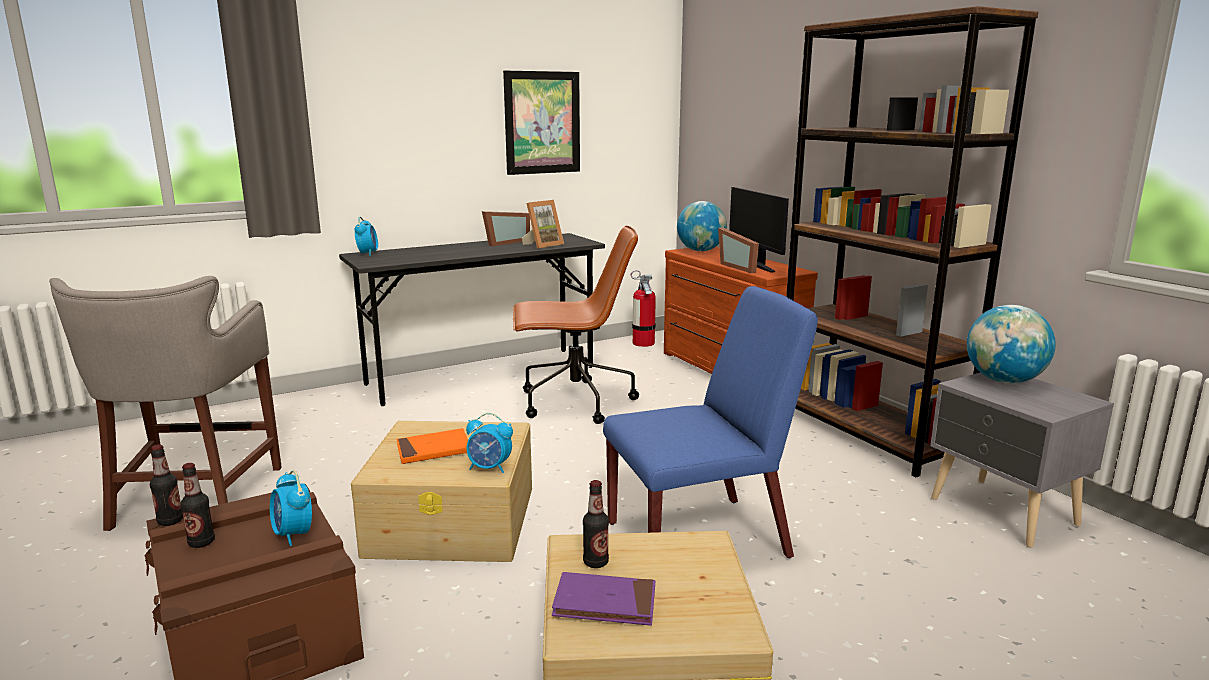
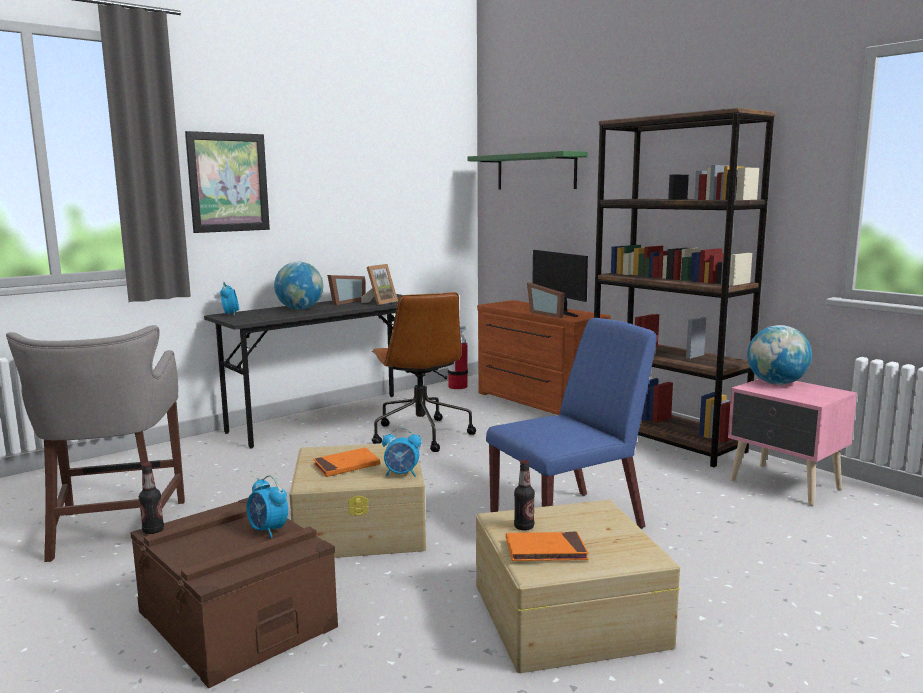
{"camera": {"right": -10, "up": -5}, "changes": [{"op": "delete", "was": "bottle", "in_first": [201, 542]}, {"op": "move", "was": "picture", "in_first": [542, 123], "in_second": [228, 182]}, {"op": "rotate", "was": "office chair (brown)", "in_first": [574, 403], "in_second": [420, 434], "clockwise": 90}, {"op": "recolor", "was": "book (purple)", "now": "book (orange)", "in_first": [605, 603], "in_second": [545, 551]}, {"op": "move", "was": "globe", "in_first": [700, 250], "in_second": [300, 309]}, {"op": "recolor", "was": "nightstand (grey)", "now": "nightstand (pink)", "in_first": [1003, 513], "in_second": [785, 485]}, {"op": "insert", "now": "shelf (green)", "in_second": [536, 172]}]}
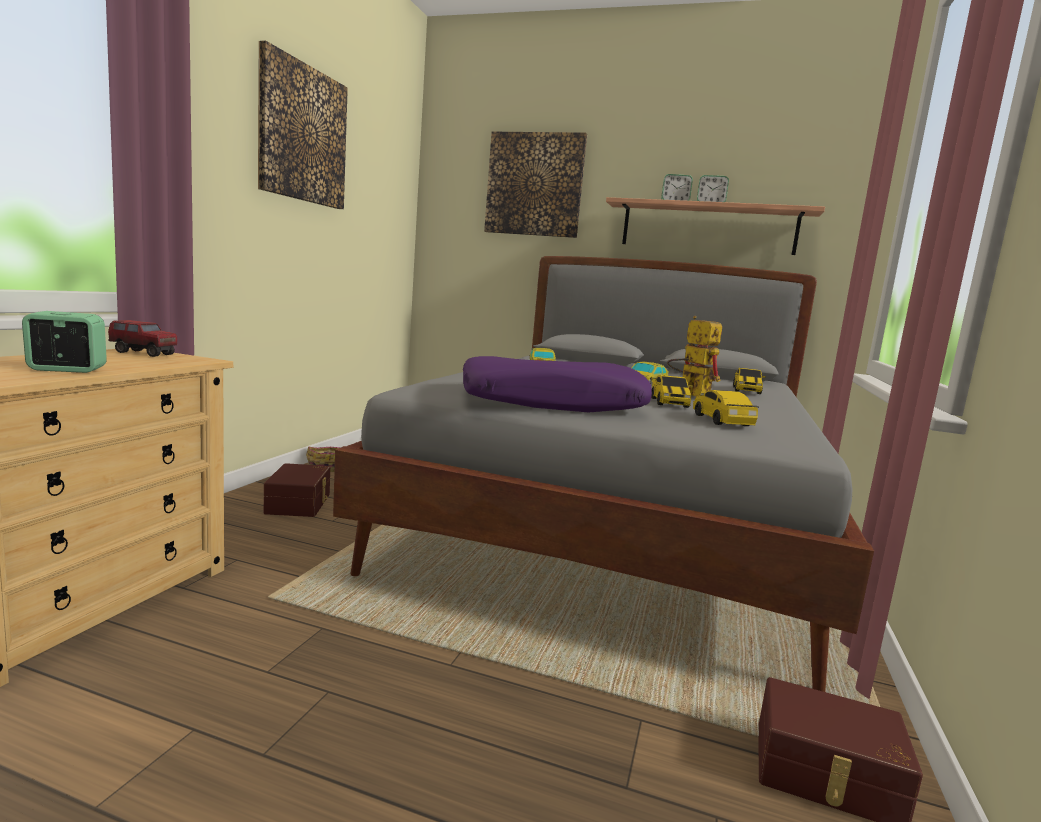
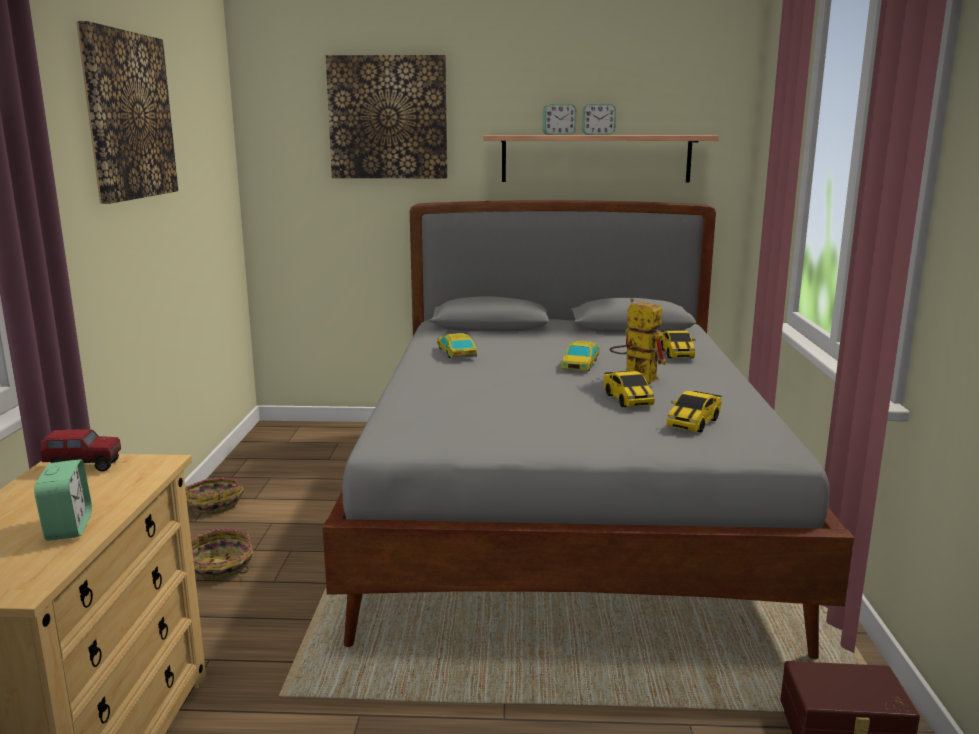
{"camera": {"right": -15, "up": 5}, "changes": [{"op": "rotate", "was": "alarm clock", "in_first": [67, 370], "in_second": [68, 527], "clockwise": 105}, {"op": "replace", "was": "storage box (brown)", "now": "basket", "in_first": [300, 503], "in_second": [220, 567]}, {"op": "delete", "was": "pillow (purple)", "in_first": [552, 403]}, {"op": "rotate", "was": "toy car", "in_first": [721, 421], "in_second": [693, 423], "clockwise": -120}]}
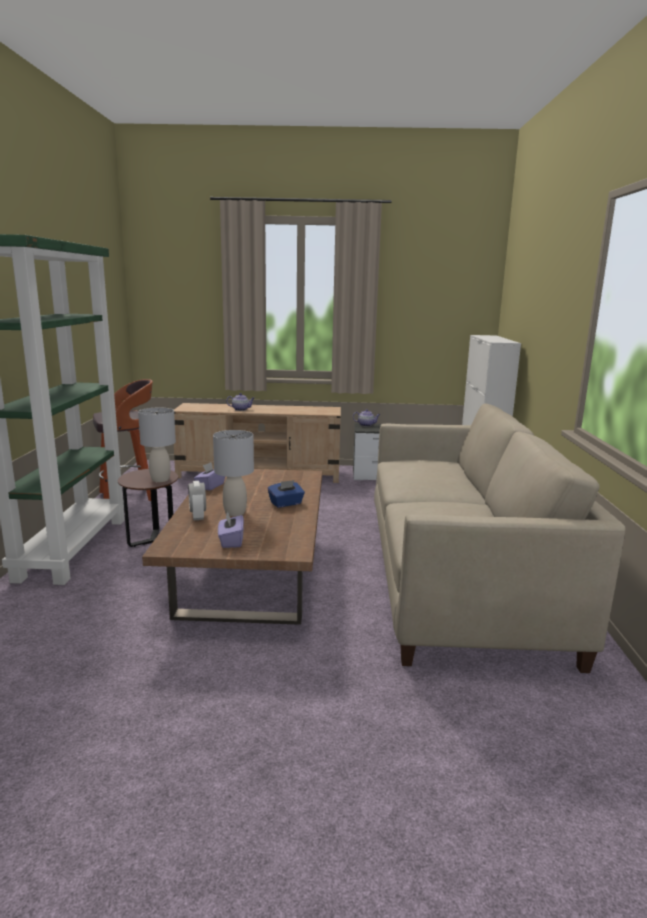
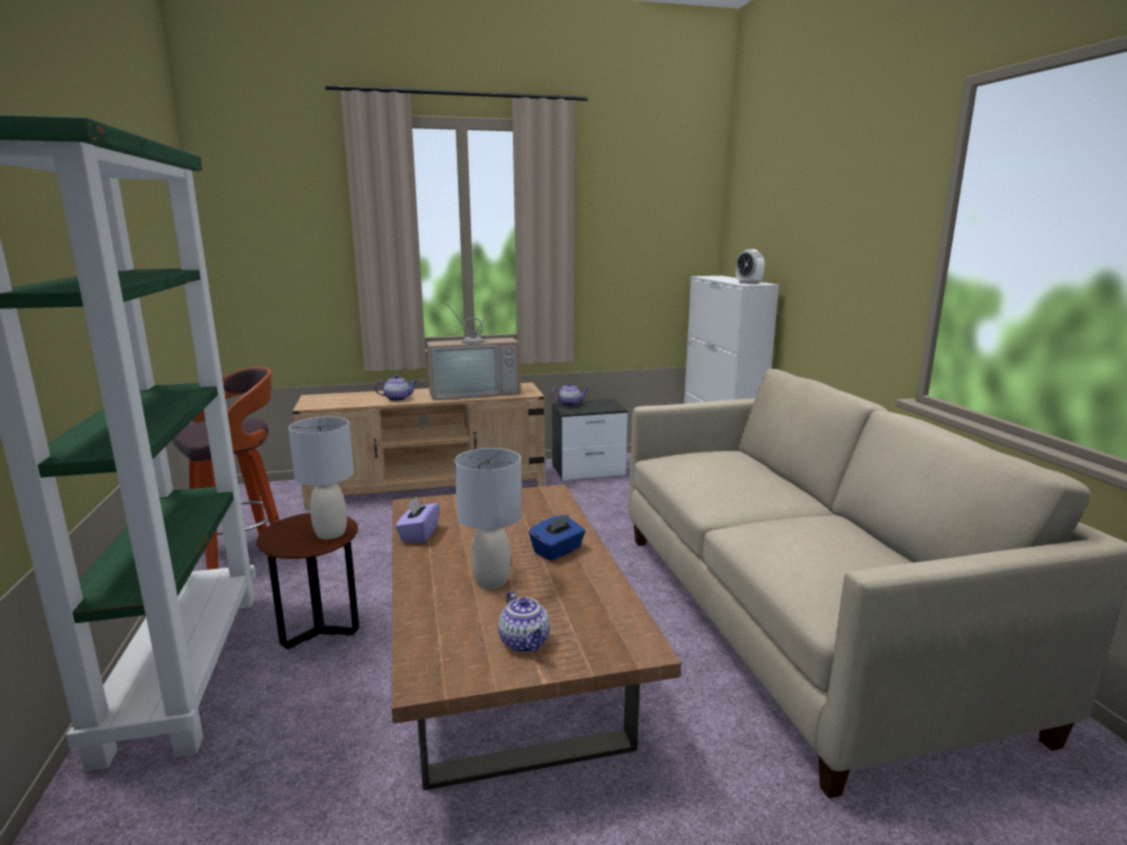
{"camera": {"right": -15, "up": 0}, "changes": [{"op": "move", "was": "alarm clock", "in_first": [198, 516], "in_second": [748, 283]}, {"op": "replace", "was": "tissue box (purple)", "now": "teapot", "in_first": [231, 541], "in_second": [525, 643]}, {"op": "insert", "now": "television", "in_second": [474, 392]}]}
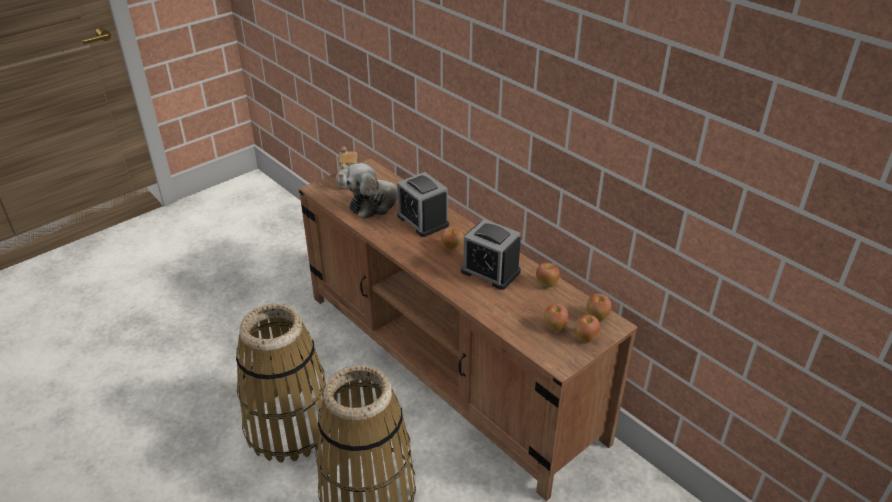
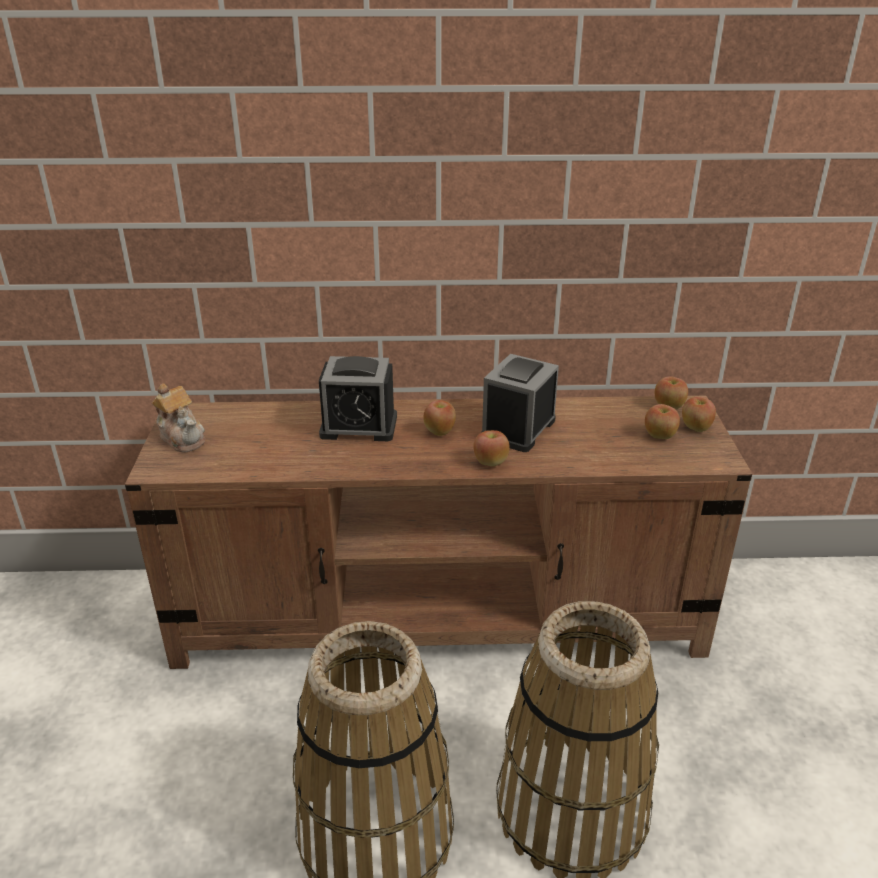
{"camera": {"right": -50, "up": -5}, "changes": [{"op": "delete", "was": "plush toy", "in_first": [376, 203]}, {"op": "rotate", "was": "alarm clock", "in_first": [490, 271], "in_second": [518, 429], "clockwise": 135}, {"op": "move", "was": "apple", "in_first": [546, 284], "in_second": [490, 462]}]}
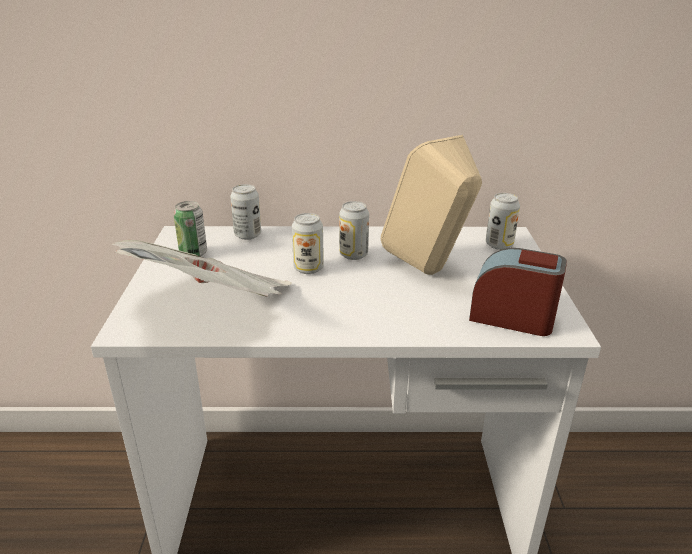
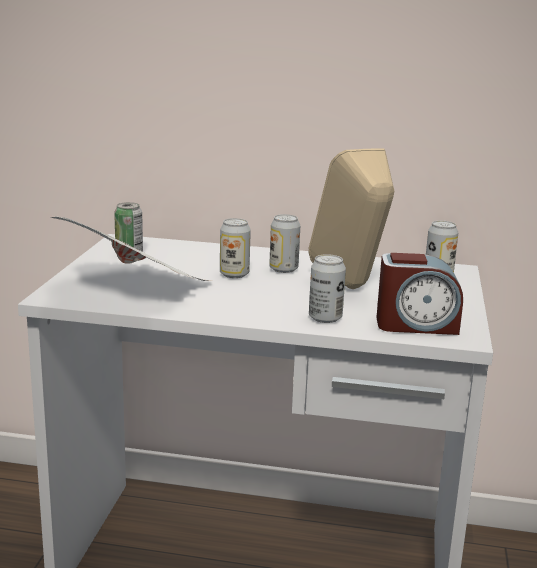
{"camera": {"right": 10, "up": -10}, "changes": [{"op": "move", "was": "can", "in_first": [247, 235], "in_second": [325, 318]}, {"op": "rotate", "was": "alarm clock", "in_first": [512, 317], "in_second": [416, 325], "clockwise": 150}]}
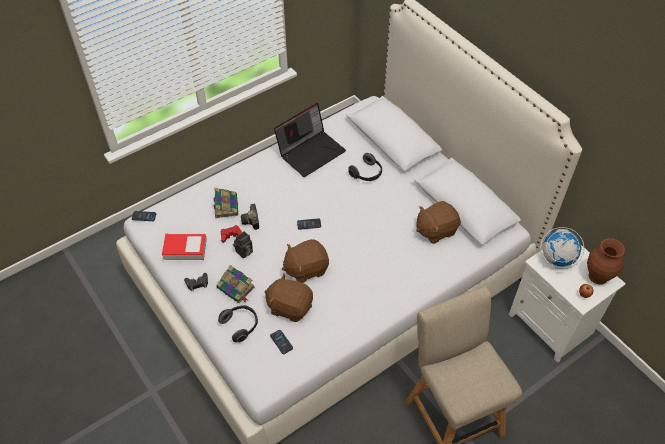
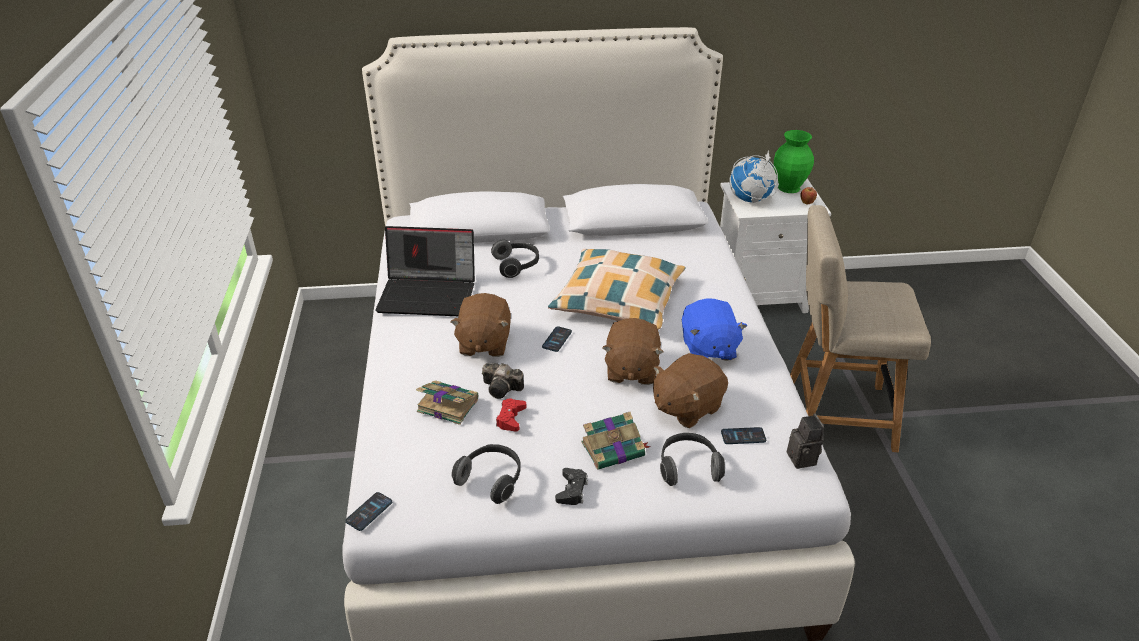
{"camera": {"right": -60, "up": -15}, "changes": [{"op": "replace", "was": "book", "now": "headphones", "in_first": [185, 249], "in_second": [491, 480]}, {"op": "move", "was": "photo camera", "in_first": [244, 252], "in_second": [804, 459]}, {"op": "rotate", "was": "laptop", "in_first": [311, 151], "in_second": [429, 294], "clockwise": 105}, {"op": "move", "was": "plush toy (brown)", "in_first": [435, 230], "in_second": [483, 343]}, {"op": "recolor", "was": "vase (brown)", "now": "vase (green)", "in_first": [598, 277], "in_second": [789, 187]}, {"op": "insert", "now": "pillow", "in_second": [618, 299]}, {"op": "insert", "now": "plush toy (blue)", "in_second": [708, 349]}]}
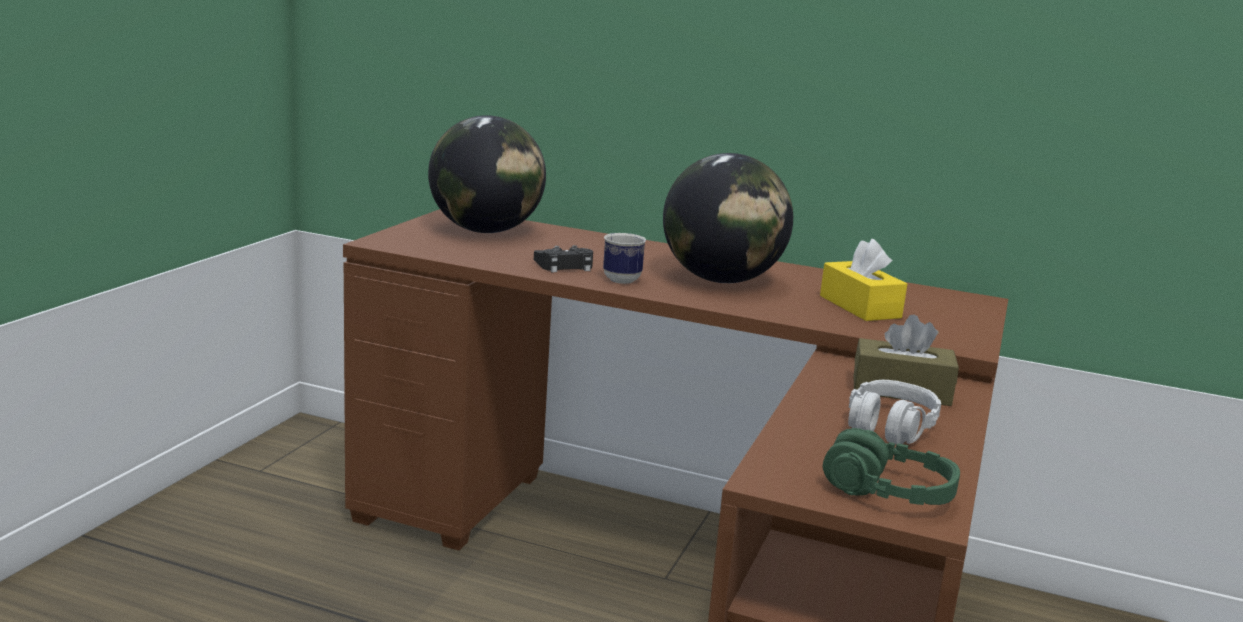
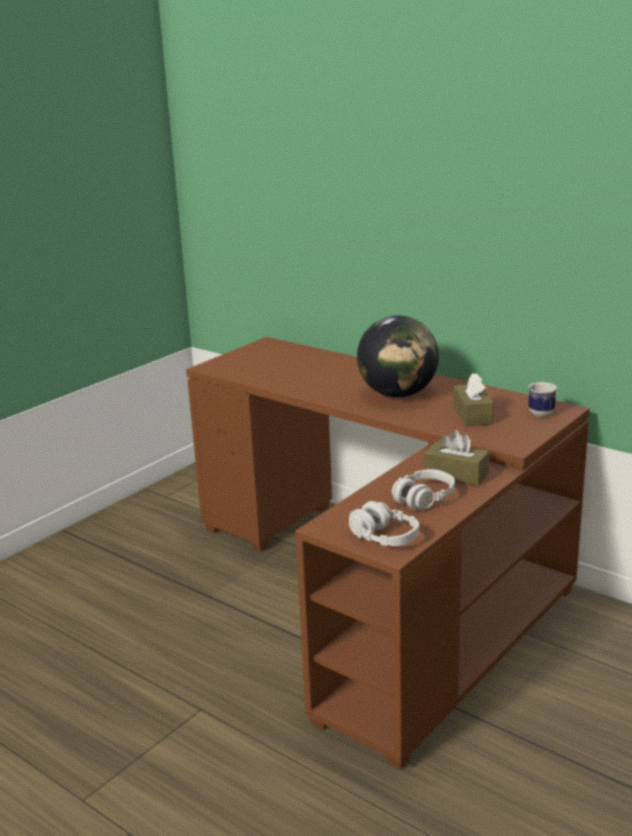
{"camera": {"right": 20, "up": 5}, "changes": [{"op": "delete", "was": "globe", "in_first": [485, 231]}, {"op": "delete", "was": "game controller (black)", "in_first": [565, 266]}, {"op": "move", "was": "mug", "in_first": [622, 278], "in_second": [541, 412]}, {"op": "recolor", "was": "tissue box (yellow)", "now": "tissue box (brown)", "in_first": [860, 307], "in_second": [472, 415]}, {"op": "recolor", "was": "headphones (green)", "now": "headphones (grey)", "in_first": [888, 492], "in_second": [384, 537]}]}
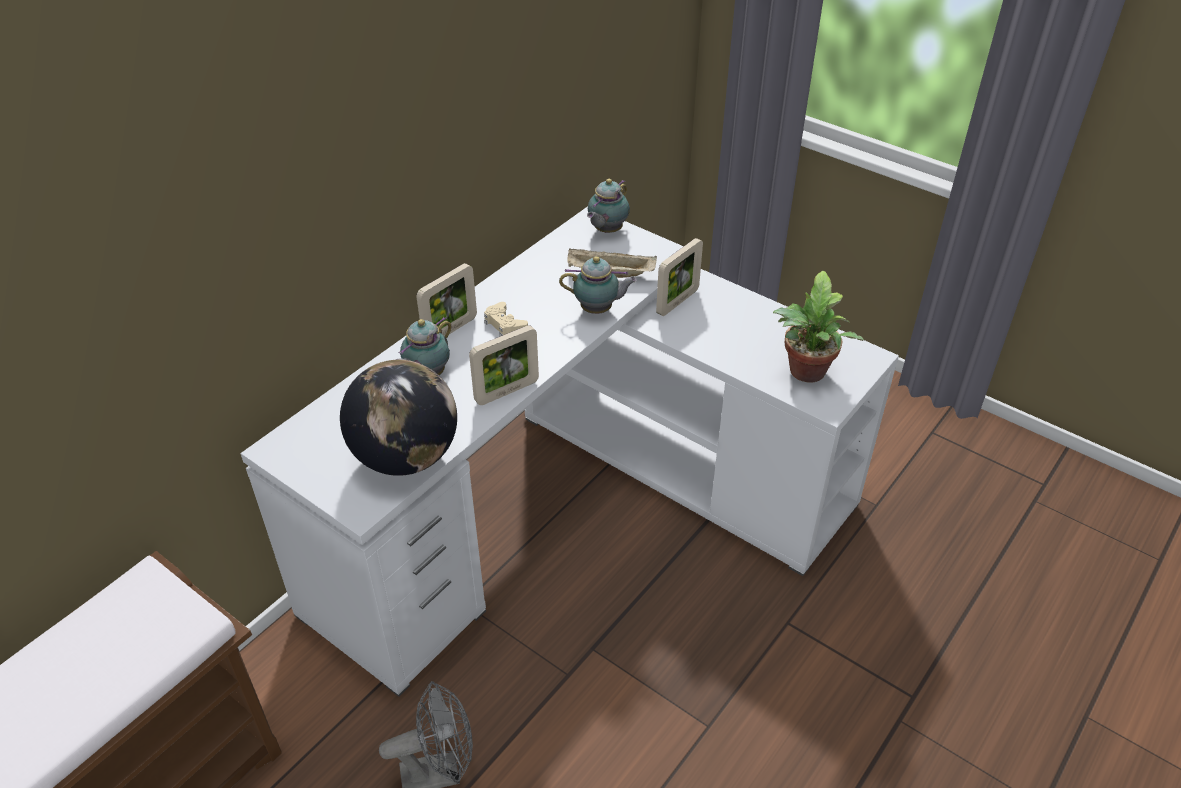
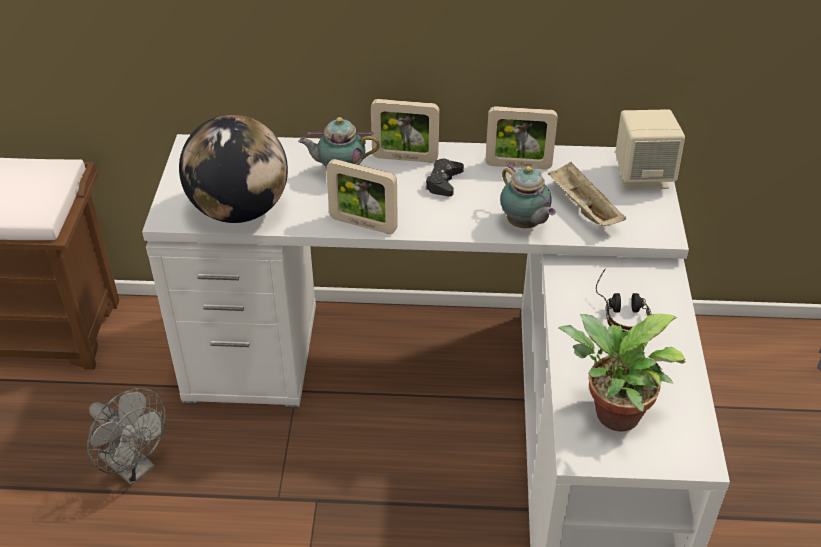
{"camera": {"right": 55, "up": 0}, "changes": [{"op": "recolor", "was": "game controller (beige)", "now": "game controller (black)", "in_first": [504, 325], "in_second": [443, 182]}, {"op": "replace", "was": "teapot", "now": "speaker (beige)", "in_first": [606, 231], "in_second": [642, 176]}, {"op": "move", "was": "picture frame", "in_first": [677, 302], "in_second": [518, 165]}, {"op": "insert", "now": "headphones", "in_second": [621, 310]}]}
